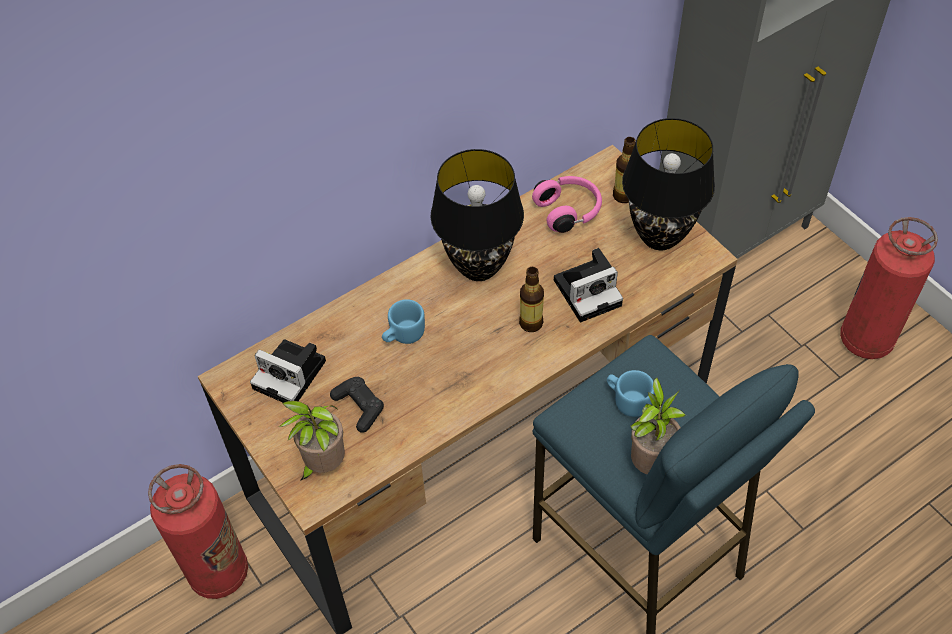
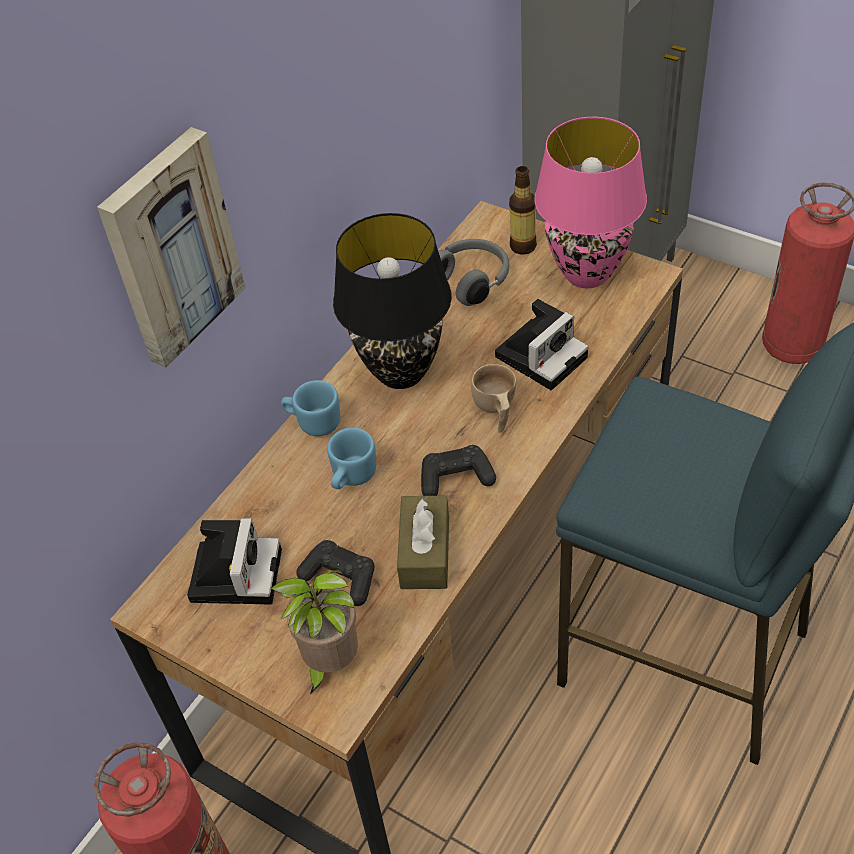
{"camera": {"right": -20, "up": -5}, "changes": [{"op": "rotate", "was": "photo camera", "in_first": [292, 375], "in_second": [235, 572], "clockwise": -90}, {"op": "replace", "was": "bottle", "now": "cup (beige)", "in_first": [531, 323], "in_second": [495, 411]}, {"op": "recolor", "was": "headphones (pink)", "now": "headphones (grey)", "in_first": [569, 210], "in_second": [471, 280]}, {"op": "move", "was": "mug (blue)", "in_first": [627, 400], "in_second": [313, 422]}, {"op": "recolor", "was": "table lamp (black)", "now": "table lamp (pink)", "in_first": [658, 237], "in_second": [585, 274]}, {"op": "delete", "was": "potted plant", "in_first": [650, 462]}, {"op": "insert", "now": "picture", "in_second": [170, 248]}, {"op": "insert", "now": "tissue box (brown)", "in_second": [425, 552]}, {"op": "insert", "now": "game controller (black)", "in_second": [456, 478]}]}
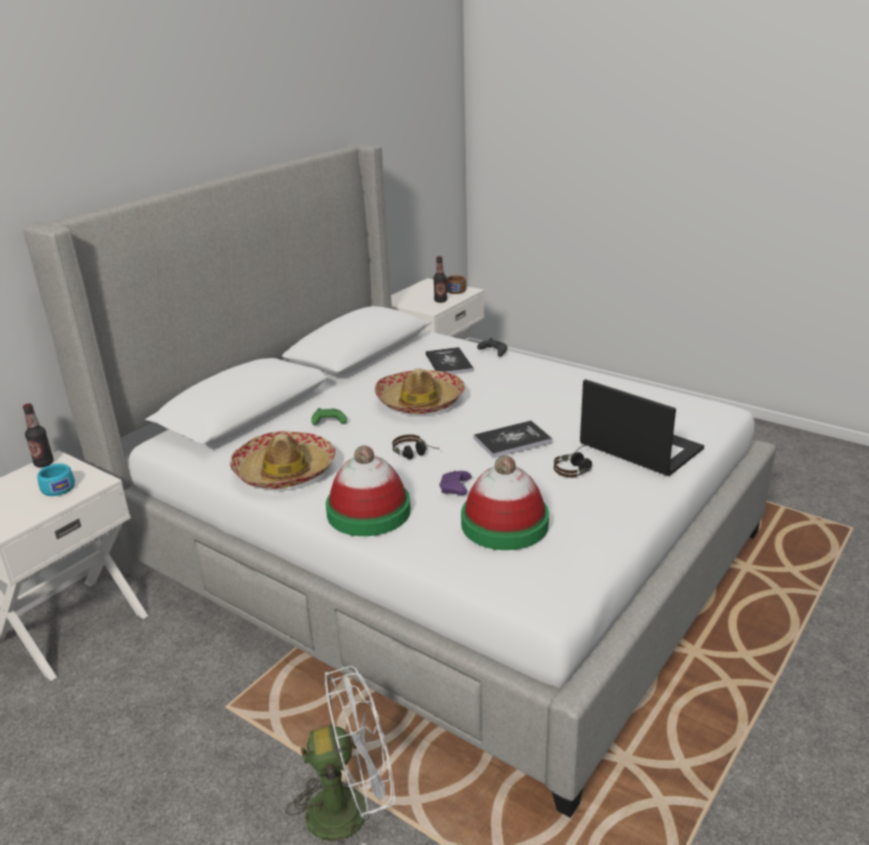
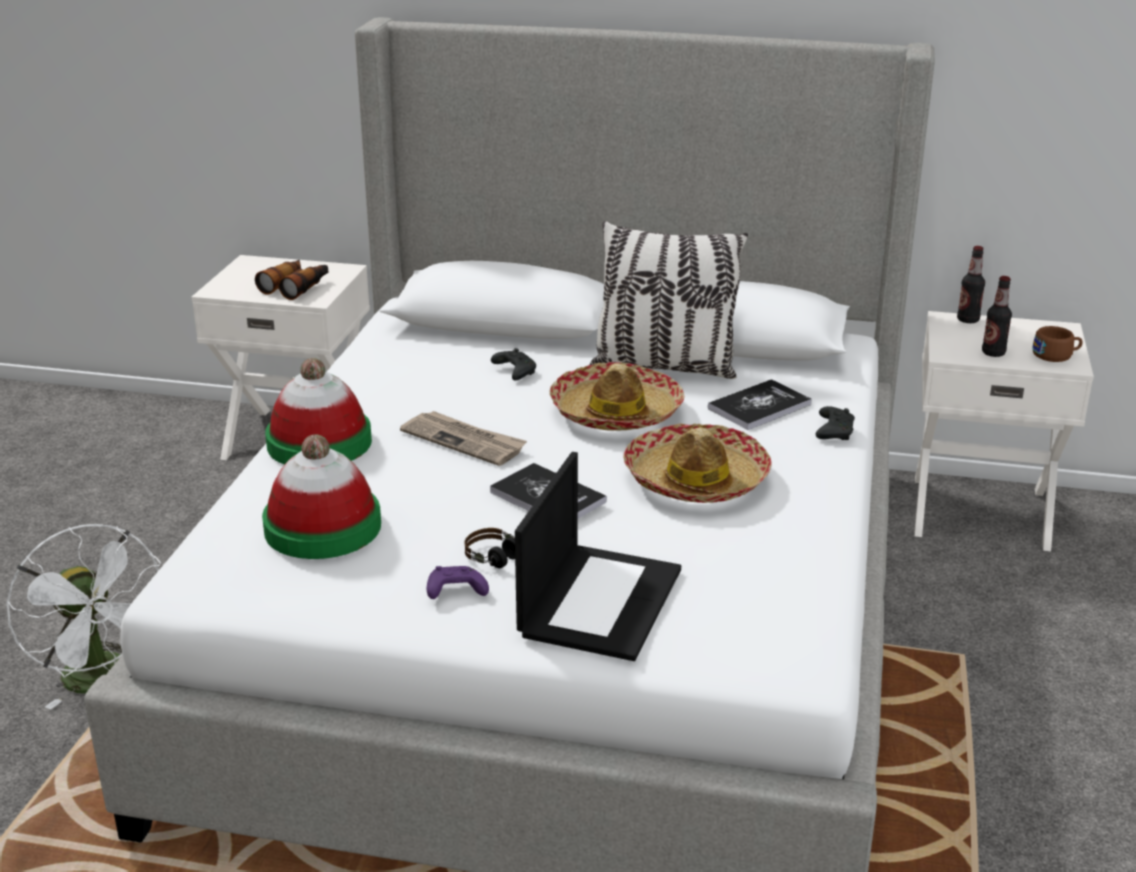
{"camera": {"right": 65, "up": 0}, "changes": [{"op": "move", "was": "bottle", "in_first": [44, 463], "in_second": [968, 320]}, {"op": "replace", "was": "cup (turquoise)", "now": "binoculars", "in_first": [57, 487], "in_second": [296, 287]}, {"op": "move", "was": "hat", "in_first": [285, 471], "in_second": [696, 480]}, {"op": "recolor", "was": "game controller (green)", "now": "game controller (black)", "in_first": [328, 422], "in_second": [514, 371]}, {"op": "replace", "was": "headphones", "now": "newspaper", "in_first": [416, 455], "in_second": [464, 441]}, {"op": "move", "was": "game controller (purple)", "in_first": [455, 489], "in_second": [454, 592]}, {"op": "insert", "now": "pillow", "in_second": [664, 367]}]}
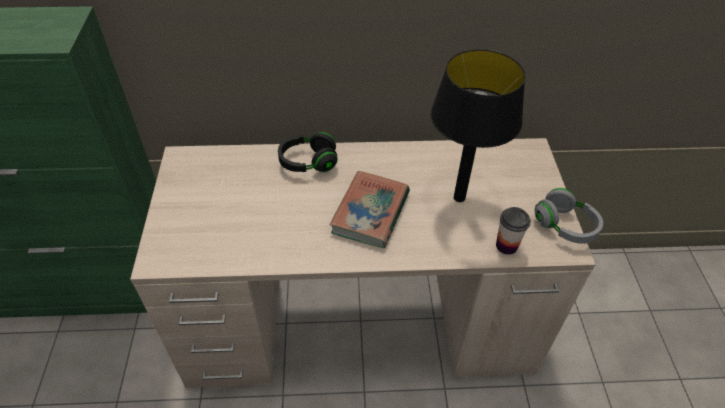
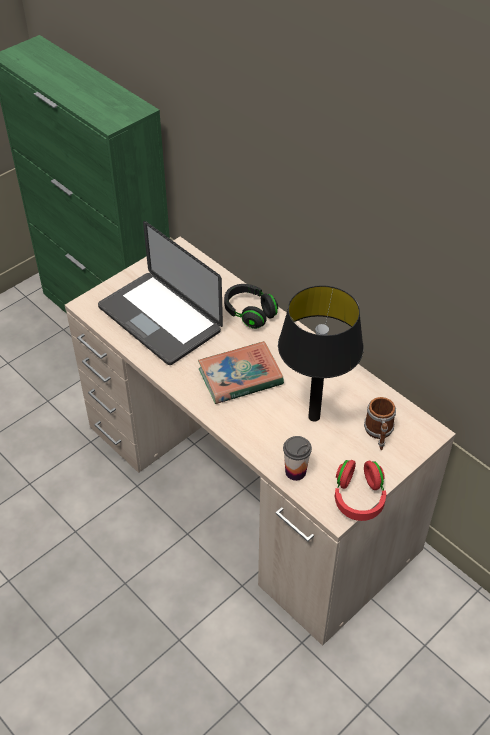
{"camera": {"right": 50, "up": 0}, "changes": [{"op": "recolor", "was": "headphones (grey)", "now": "headphones (red)", "in_first": [565, 226], "in_second": [358, 498]}, {"op": "insert", "now": "laptop", "in_second": [159, 319]}, {"op": "insert", "now": "mug", "in_second": [379, 433]}]}
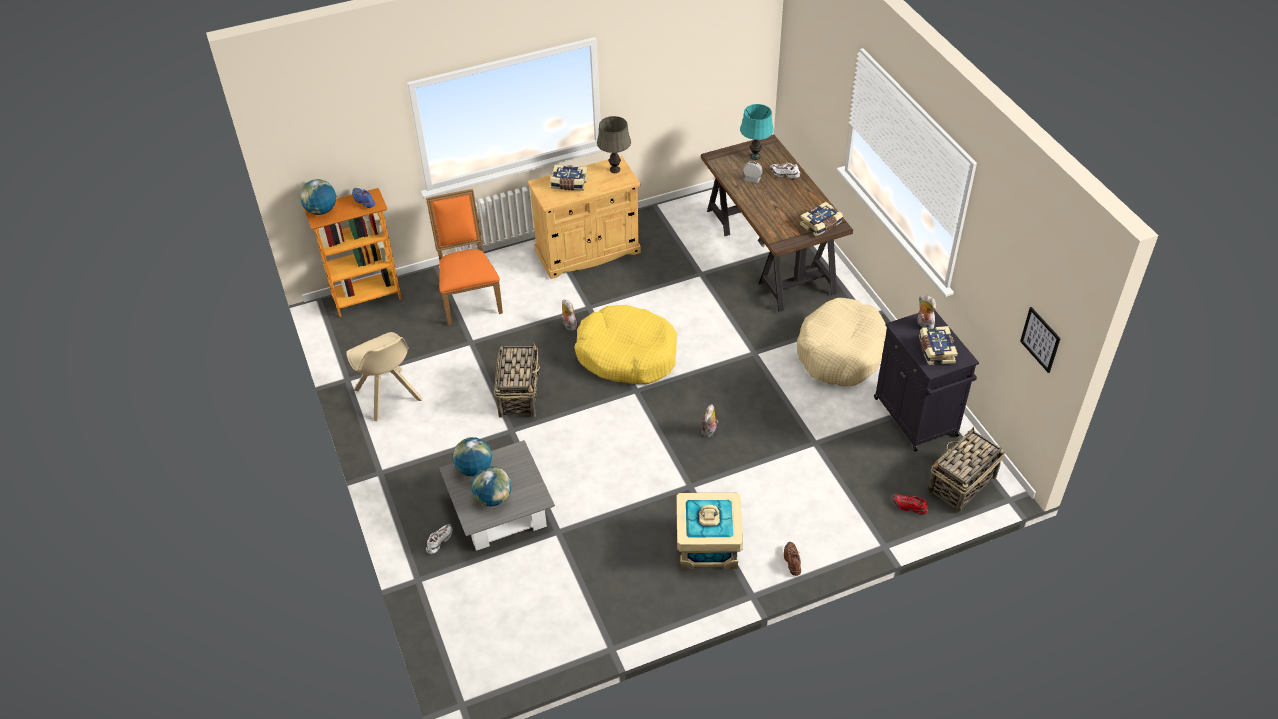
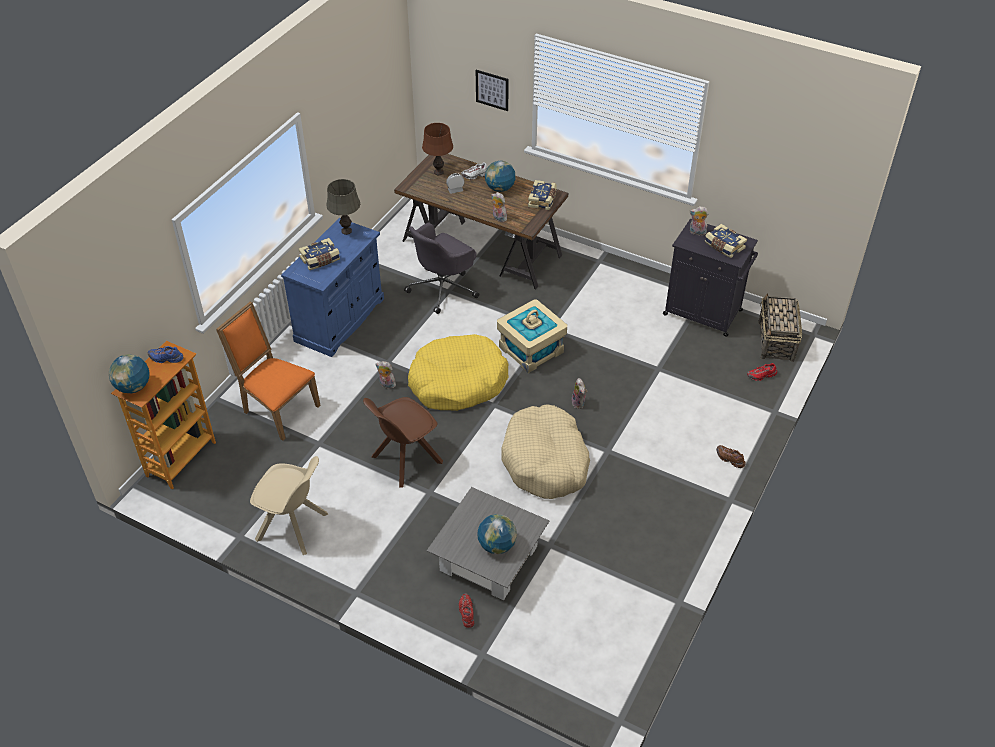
{"camera": {"right": -40, "up": 0}, "changes": [{"op": "recolor", "was": "shoe (white)", "now": "shoe (red)", "in_first": [439, 541], "in_second": [466, 613]}, {"op": "move", "was": "globe", "in_first": [474, 469], "in_second": [500, 188]}, {"op": "replace", "was": "basket", "now": "chair (brown)", "in_first": [519, 394], "in_second": [405, 460]}, {"op": "recolor", "was": "cabinet (beige)", "now": "cabinet (blue)", "in_first": [588, 252], "in_second": [340, 320]}, {"op": "move", "was": "storage box (beige)", "in_first": [708, 545], "in_second": [531, 350]}, {"op": "recolor", "was": "table lamp (turquoise)", "now": "table lamp (brown)", "in_first": [755, 156], "in_second": [438, 172]}, {"op": "move", "was": "dog bed (beige)", "in_first": [841, 352], "in_second": [545, 461]}, {"op": "move", "was": "picture", "in_first": [1040, 339], "in_second": [492, 90]}, {"op": "insert", "now": "office chair (grey)", "in_second": [443, 288]}, {"op": "insert", "now": "plush toy", "in_second": [498, 218]}]}
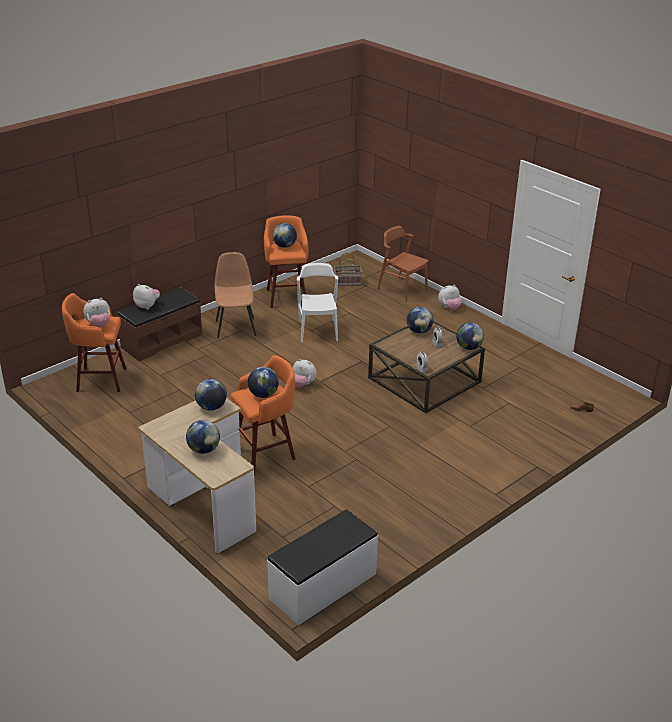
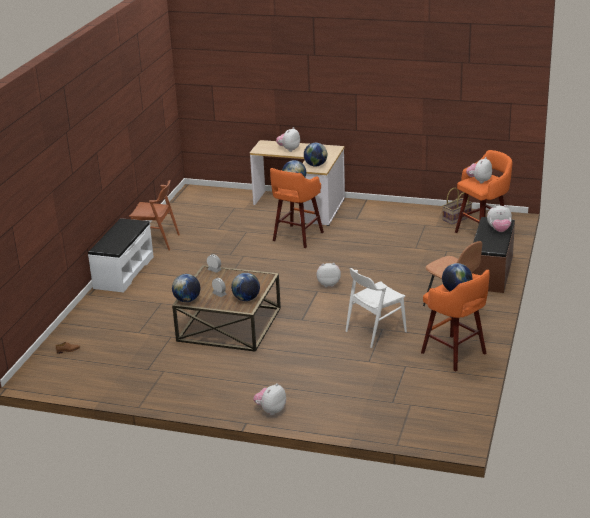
{"camera": {"right": 150, "up": -5}, "changes": [{"op": "replace", "was": "globe", "now": "plush toy", "in_first": [203, 450], "in_second": [289, 149]}, {"op": "move", "was": "bench (white)", "in_first": [323, 586], "in_second": [123, 272]}, {"op": "rotate", "was": "chair (white)", "in_first": [318, 330], "in_second": [375, 331], "clockwise": 90}, {"op": "move", "was": "basket", "in_first": [347, 282], "in_second": [457, 218]}, {"op": "move", "was": "chair (brown)", "in_first": [402, 289], "in_second": [156, 241]}]}
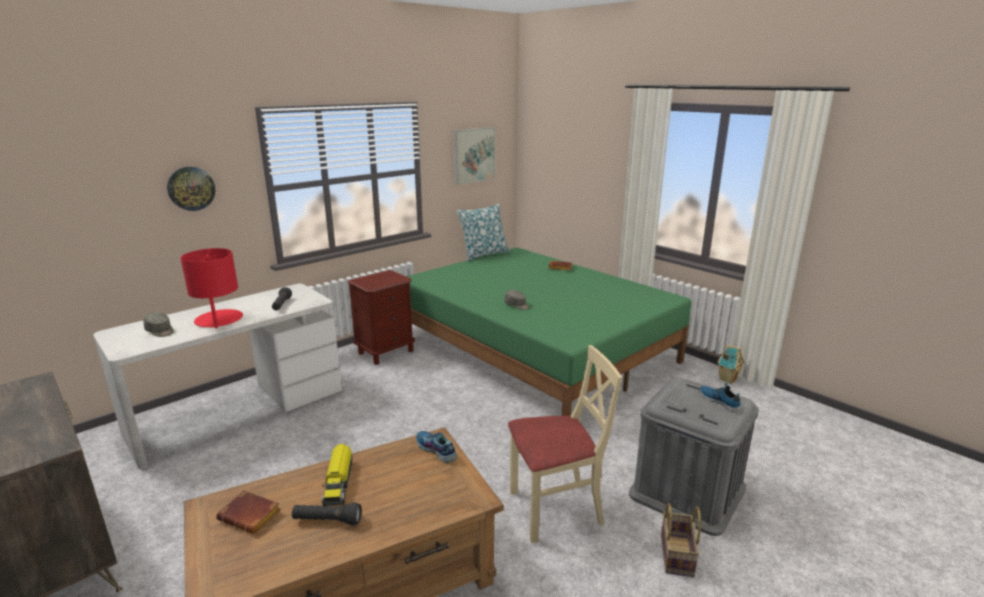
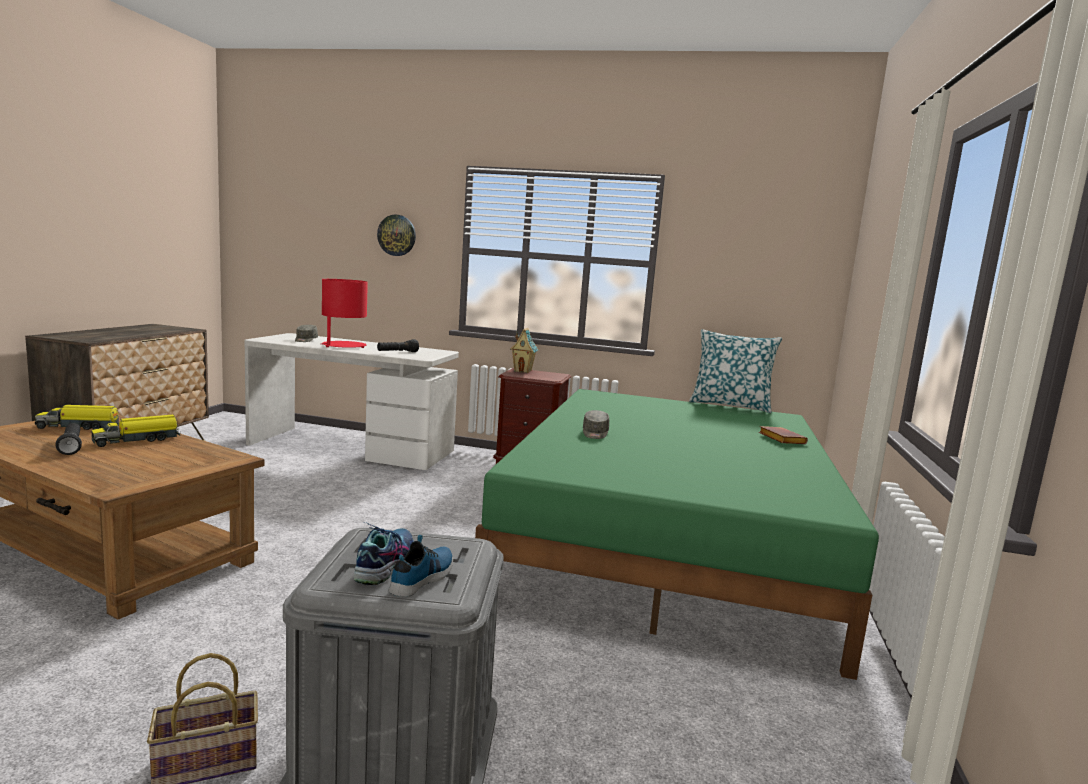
{"camera": {"right": 55, "up": -10}, "changes": [{"op": "replace", "was": "book (brown)", "now": "toy truck", "in_first": [252, 515], "in_second": [80, 427]}, {"op": "move", "was": "shoe", "in_first": [435, 450], "in_second": [384, 564]}, {"op": "delete", "was": "picture", "in_first": [474, 155]}, {"op": "delete", "was": "chair (beige)", "in_first": [555, 509]}, {"op": "move", "was": "toy house", "in_first": [727, 379], "in_second": [523, 371]}]}
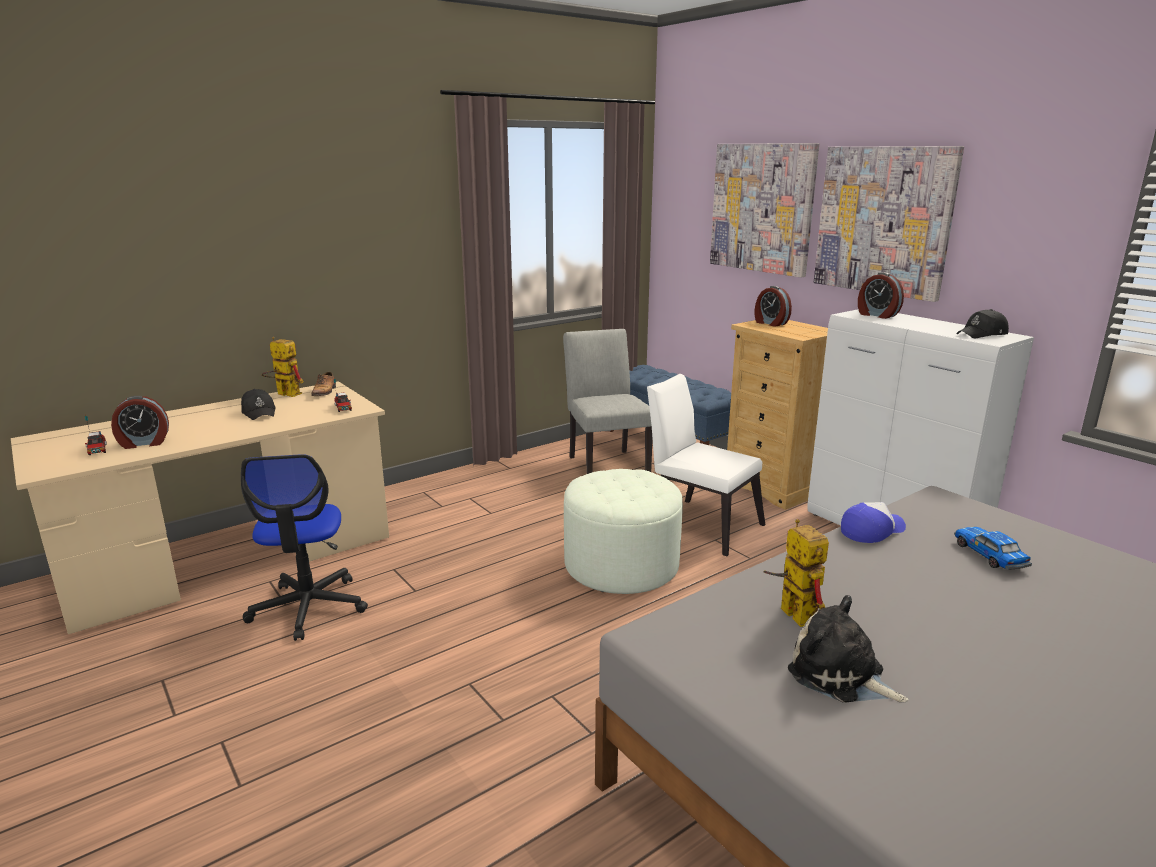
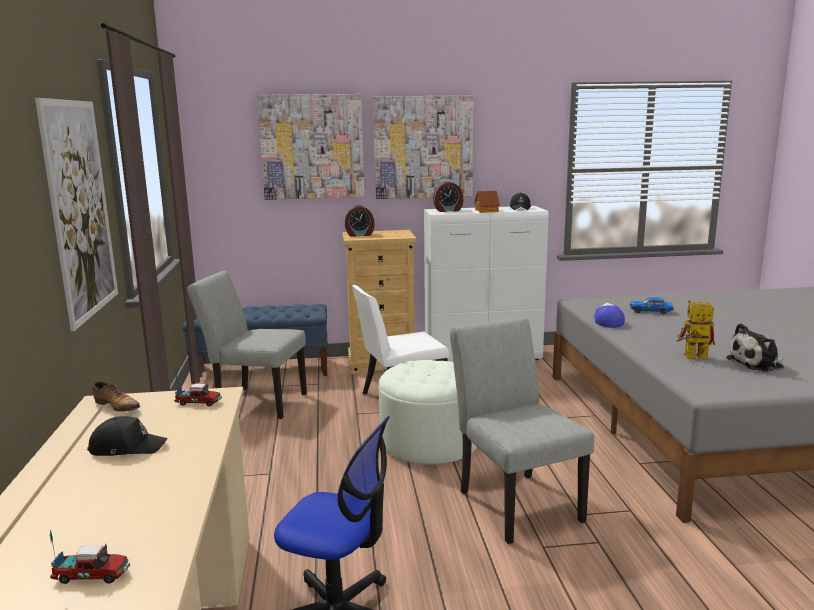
{"camera": {"right": -60, "up": -5}, "changes": [{"op": "delete", "was": "alarm clock", "in_first": [144, 443]}, {"op": "delete", "was": "toy robot", "in_first": [284, 394]}, {"op": "insert", "now": "picture", "in_second": [80, 209]}, {"op": "insert", "now": "chair (grey)", "in_second": [514, 501]}, {"op": "insert", "now": "toy house", "in_second": [487, 211]}]}
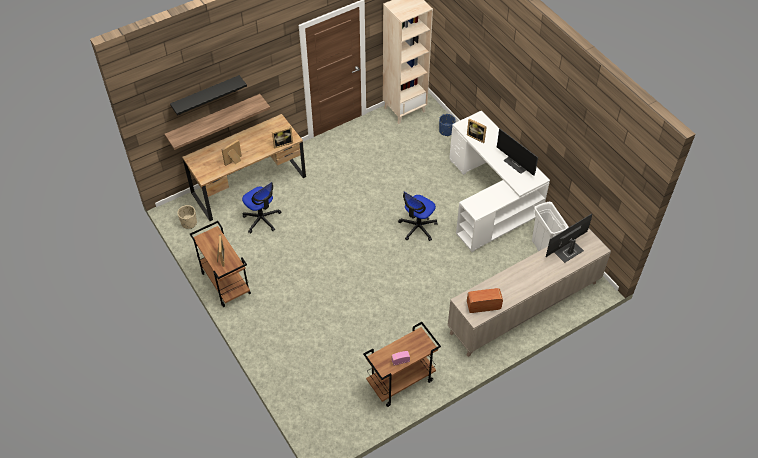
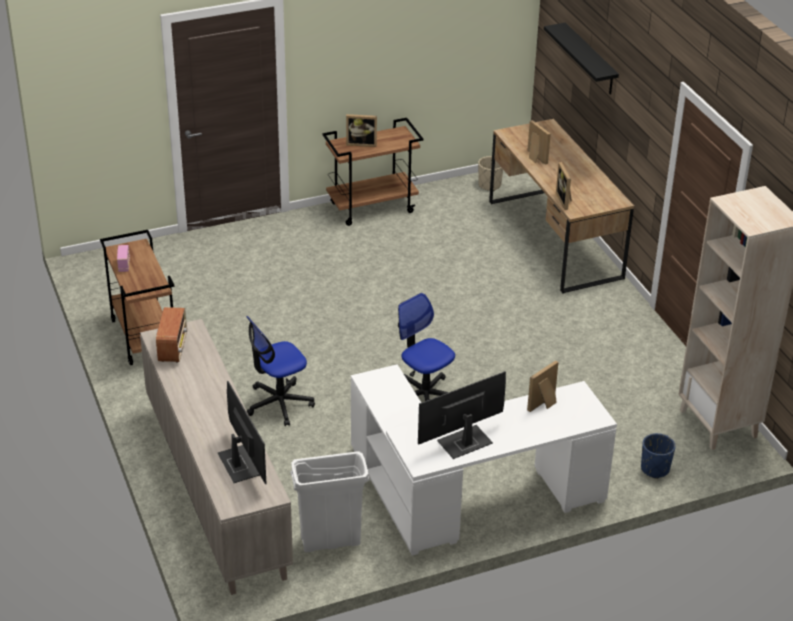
{"camera": {"right": 100, "up": -15}, "changes": [{"op": "delete", "was": "shelf", "in_first": [214, 119]}, {"op": "move", "was": "office chair", "in_first": [262, 219], "in_second": [279, 403]}]}
